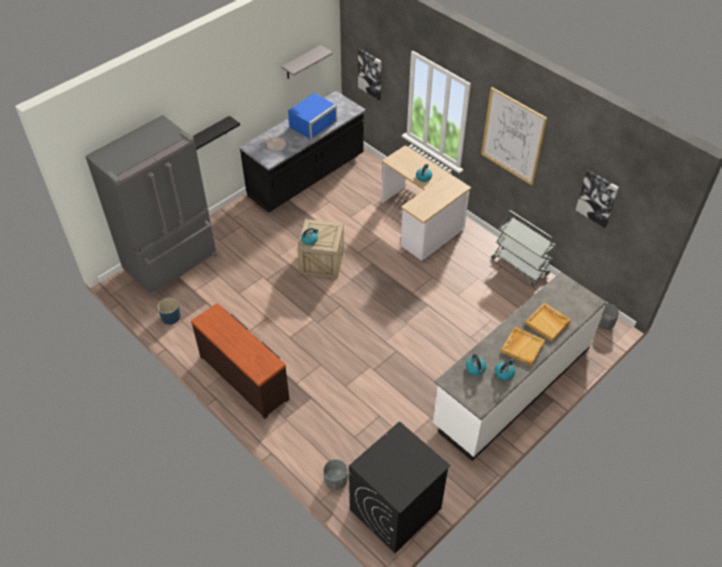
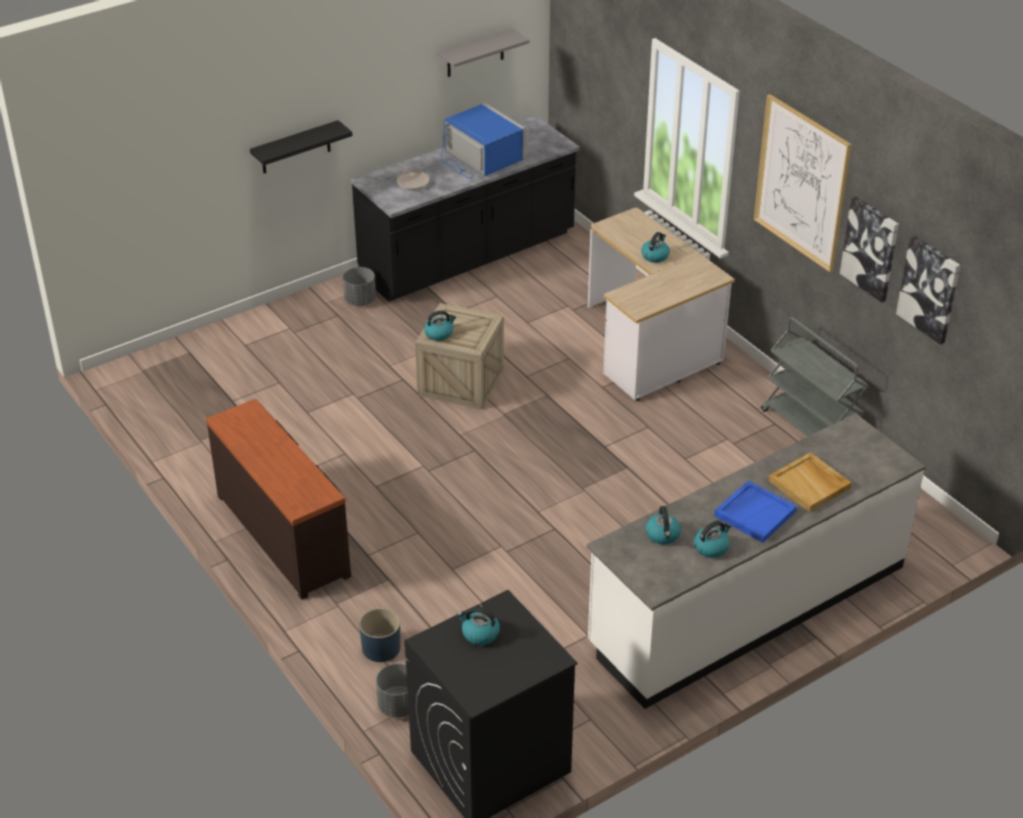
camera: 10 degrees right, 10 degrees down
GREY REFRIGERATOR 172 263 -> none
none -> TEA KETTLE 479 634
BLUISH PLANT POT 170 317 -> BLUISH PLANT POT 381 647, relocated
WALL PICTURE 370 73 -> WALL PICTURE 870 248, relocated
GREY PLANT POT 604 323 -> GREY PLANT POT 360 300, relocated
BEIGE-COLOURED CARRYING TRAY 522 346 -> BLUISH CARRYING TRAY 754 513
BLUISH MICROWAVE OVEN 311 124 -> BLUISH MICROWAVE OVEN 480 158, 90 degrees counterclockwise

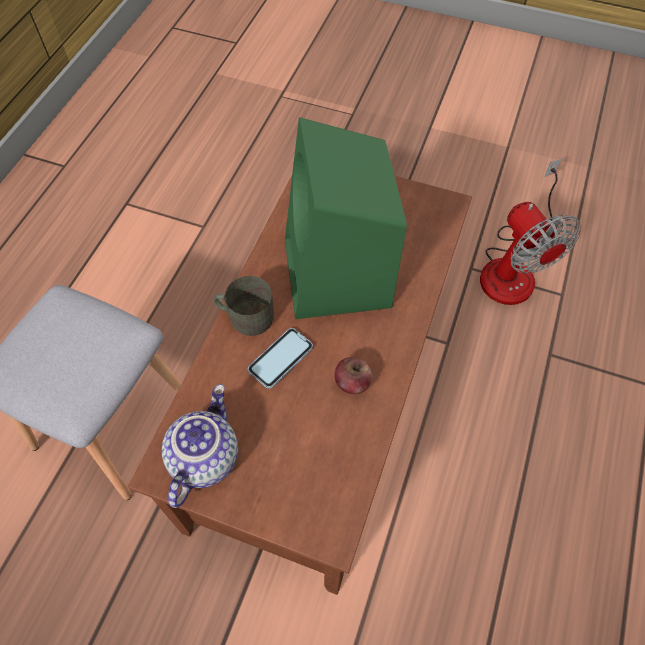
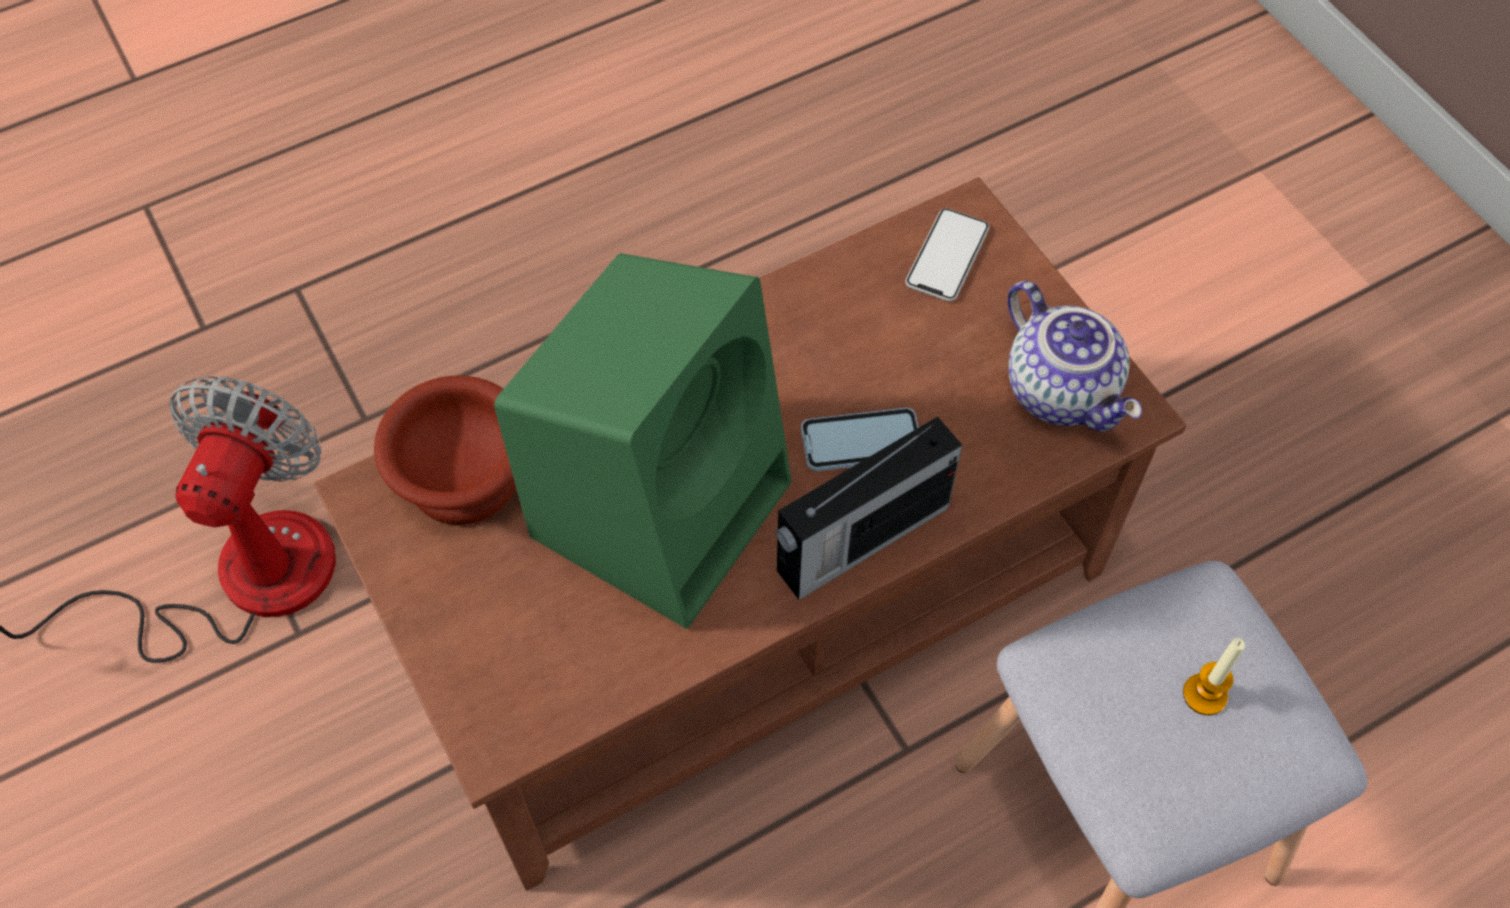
camera: 140 degrees left, 0 degrees up
APPLE 352 382 -> none
none -> BROWN-COLOURED SERVING BOWL 461 475
none -> TELEPHONE 947 256
none -> WAX LIGHT 1204 694
GREY COFFEE MUG 246 316 -> RADIO RECEIVER 859 540
TEA POT 203 457 -> TEA POT 1063 390, 90 degrees counterclockwise

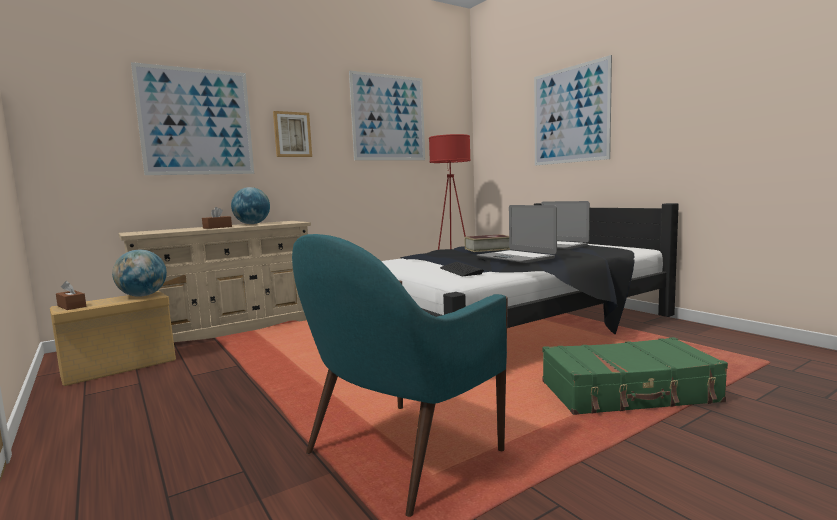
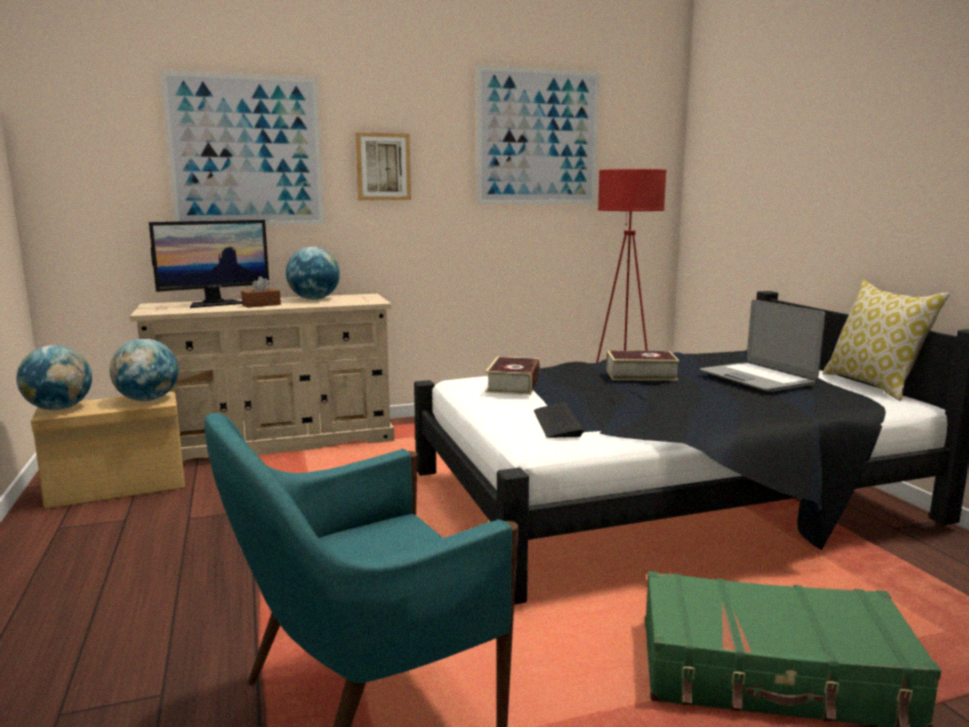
camera: 15 degrees right, 5 degrees up
PORTABLE COMPUTER 516 257 -> none
WALL PICTURE 570 115 -> none
none -> COMPUTER DISPLAY 215 304
none -> VOLUME 513 384
none -> THROW PILLOW 874 385
BROWN-COLOURED TISSUE HOLDER 71 306 -> GLOBE 59 409

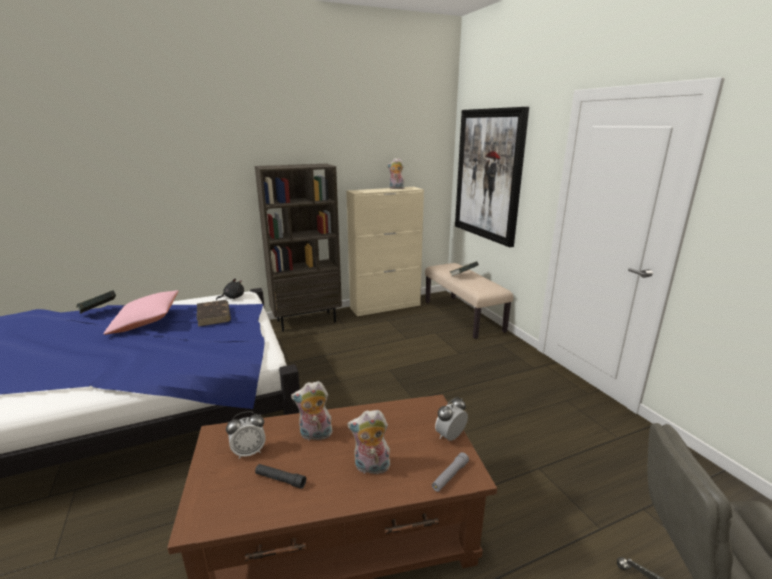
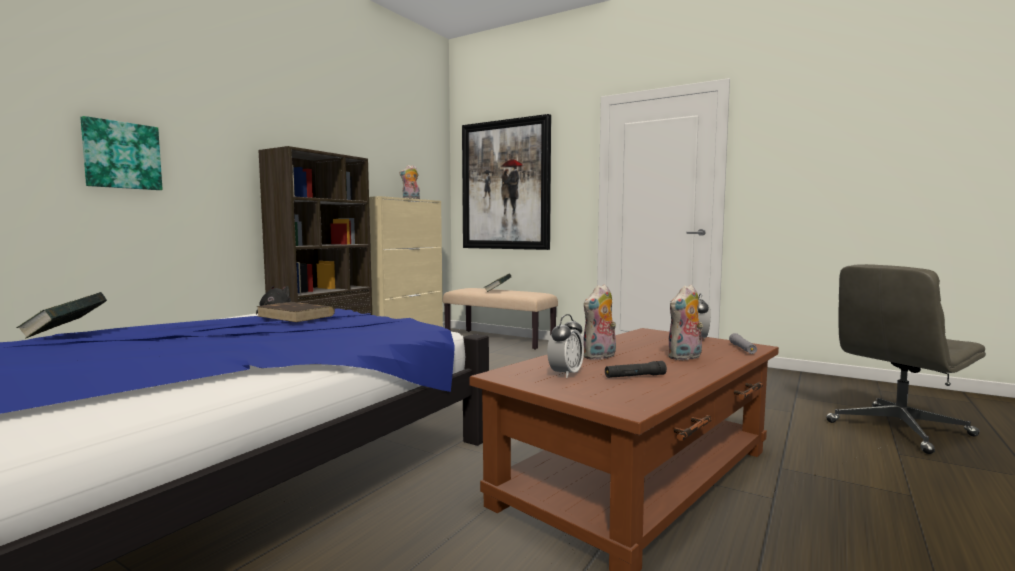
camera: 35 degrees left, 15 degrees down
PINK THROW PILLOW 146 322 -> none
none -> WALL PICTURE 122 155

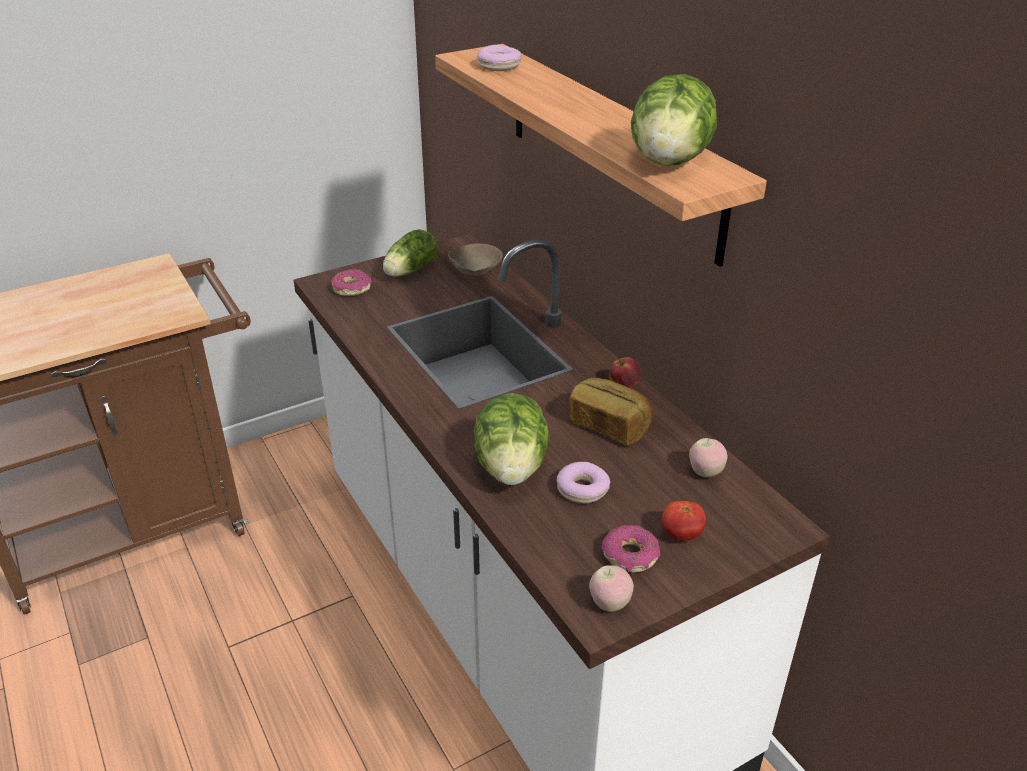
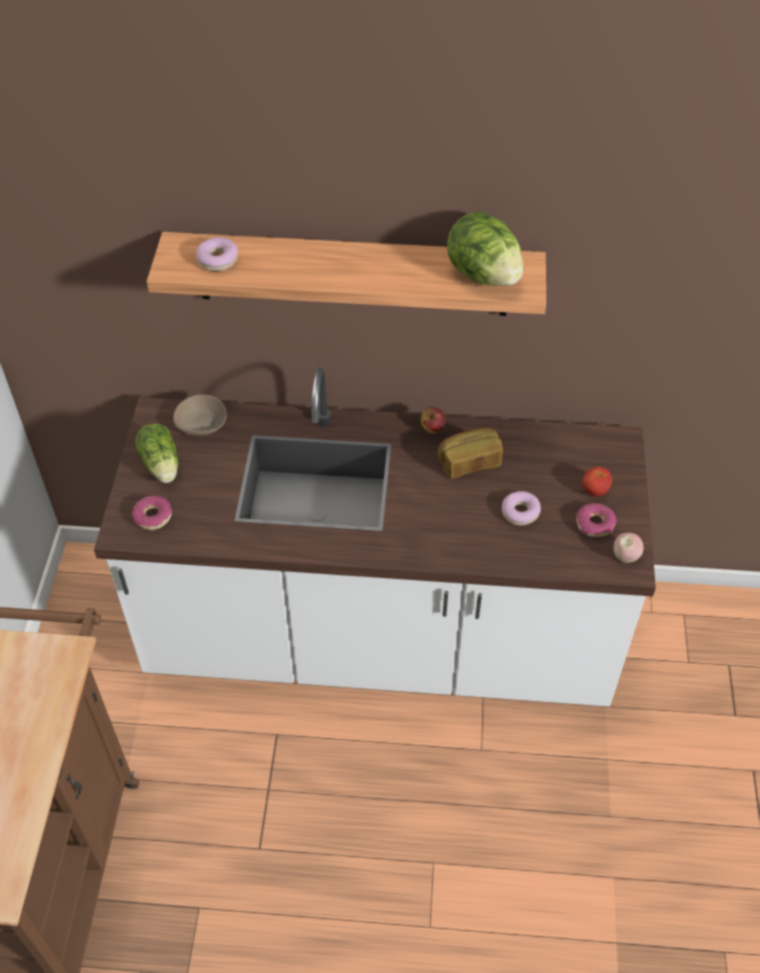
camera: 55 degrees left, 15 degrees up
HEAD OF LETTUCE 511 468 -> none
APPLE 705 472 -> none

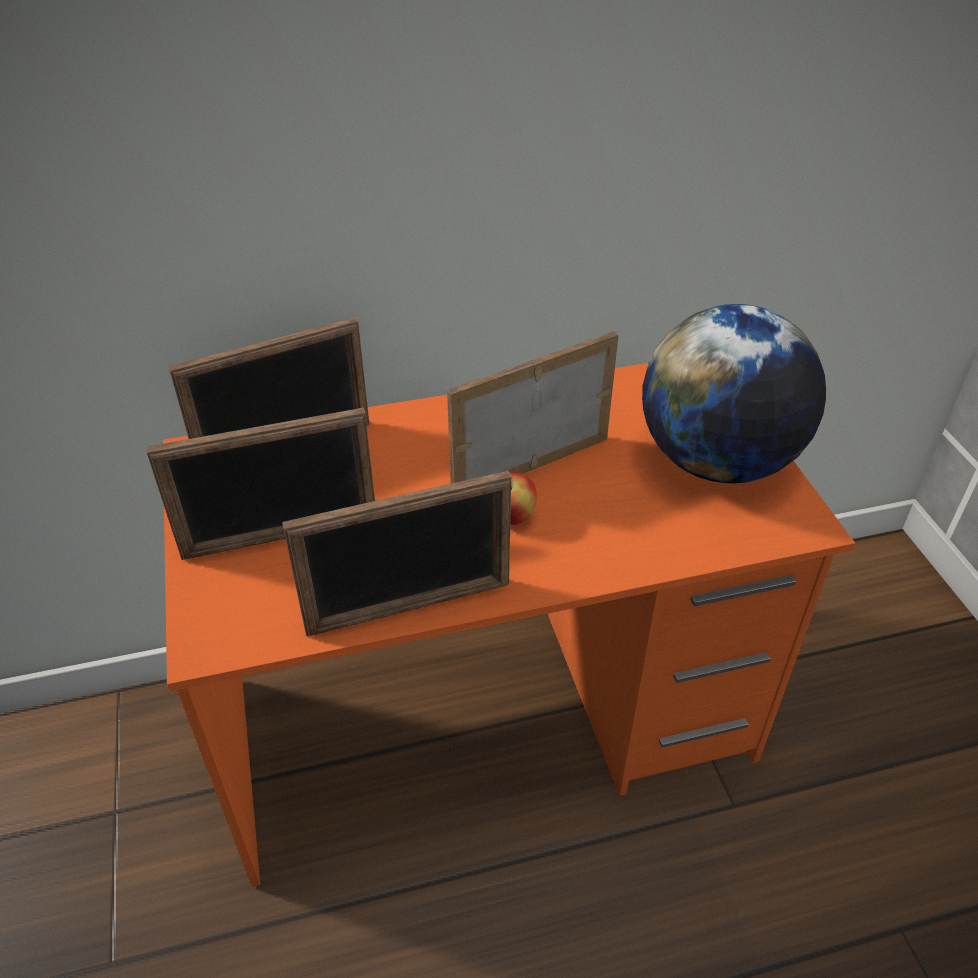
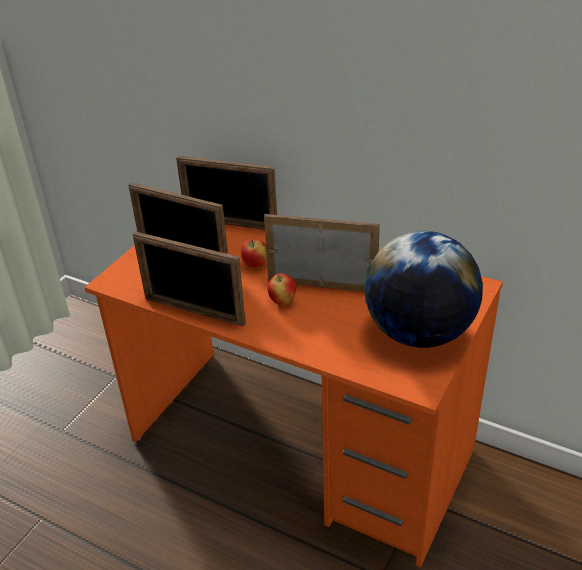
camera: 45 degrees right, 5 degrees down
none -> APPLE 255 265

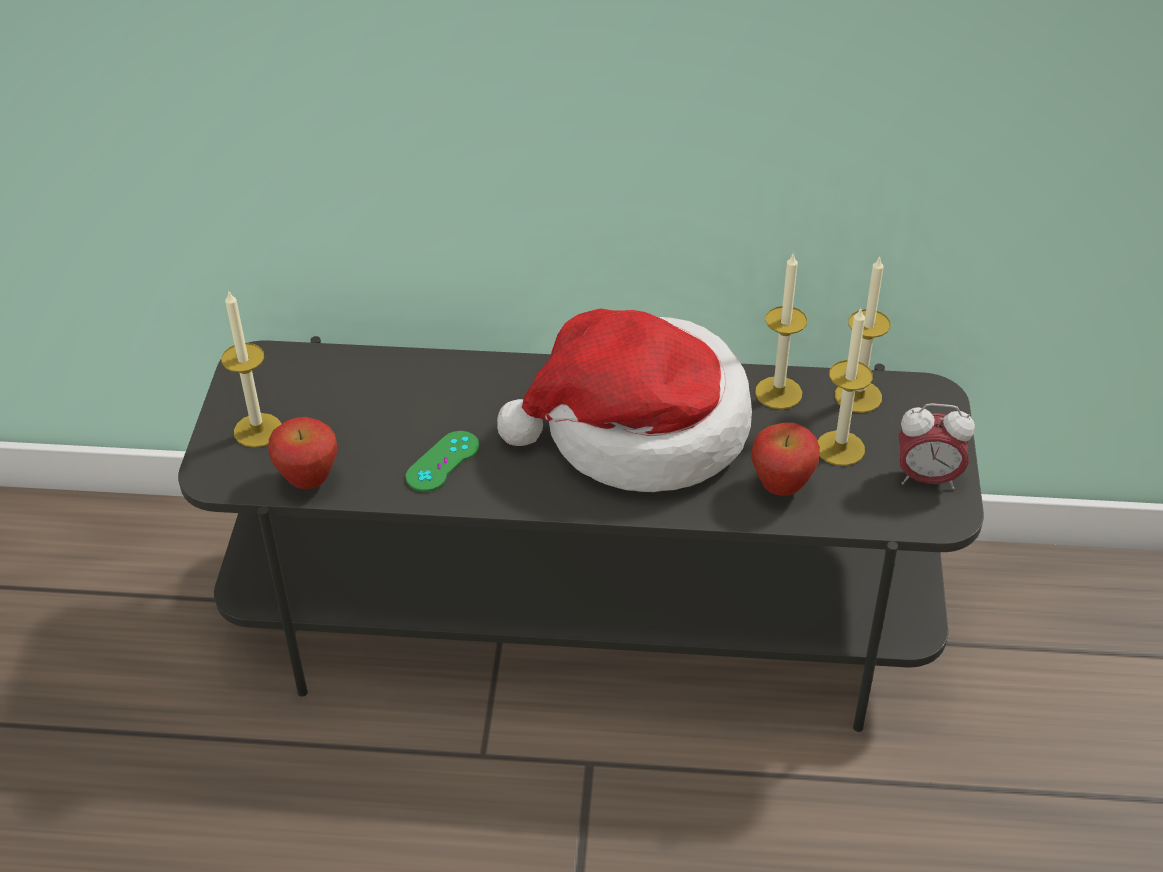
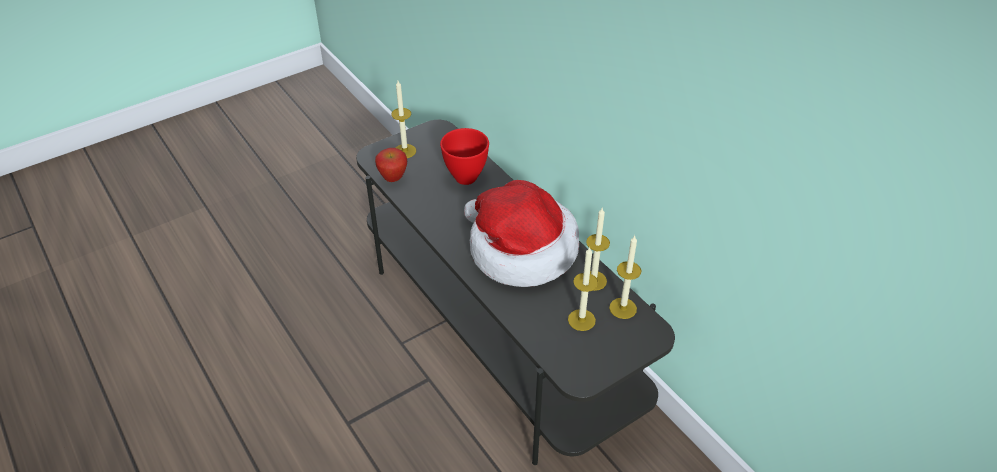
camera: 50 degrees right, 0 degrees up
GREEN-COLOURED JOYPAD 442 462 -> none
APPLE 781 487 -> none
TABLE CLOCK 927 478 -> none
none -> RED-COLOURED SERVING BOWL 464 178

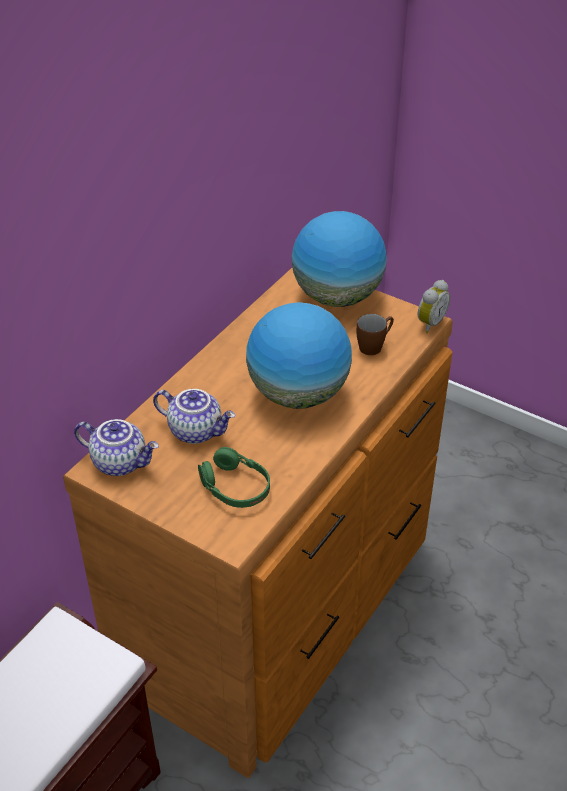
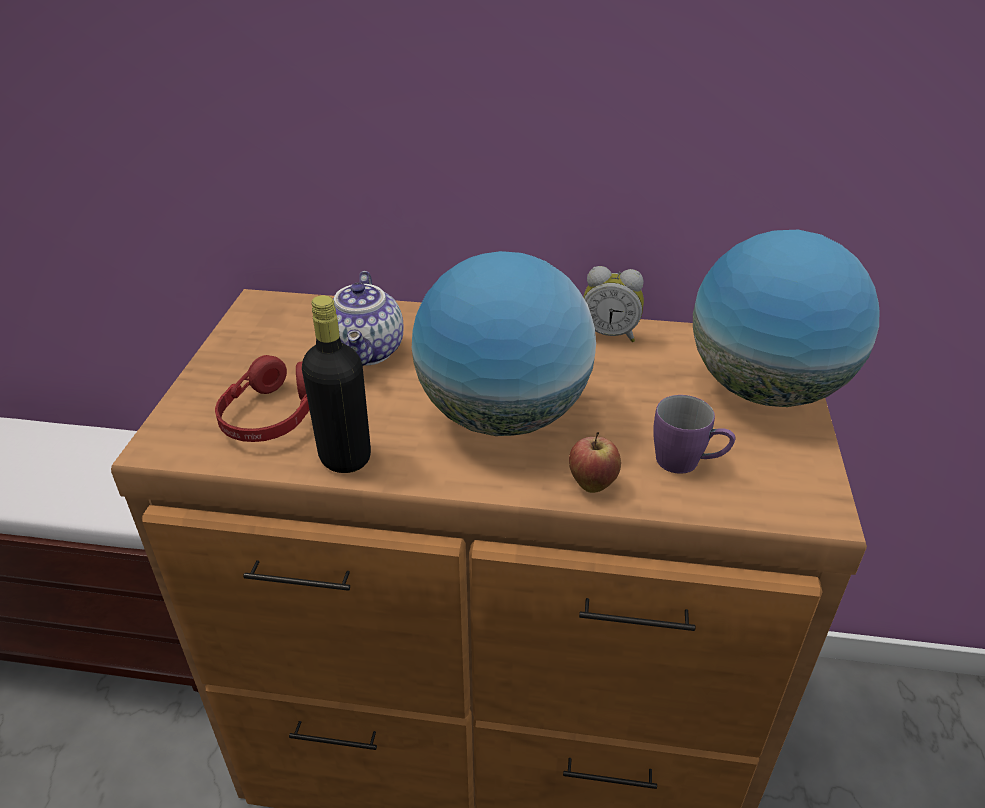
camera: 65 degrees right, 5 degrees down
TEA POT 121 462 -> none
none -> BLACK-COLOURED DRINK BOTTLE 345 457
none -> APPLE 592 484
TABLE CLOCK 429 323 -> TABLE CLOCK 609 334, relocated
GREEN-COLOURED HEADSET 235 487 -> RED-COLOURED HEADSET 271 415
BROWN-COLOURED COFFEE MUG 374 345 -> PURPLISH COFFEE MUG 687 463

